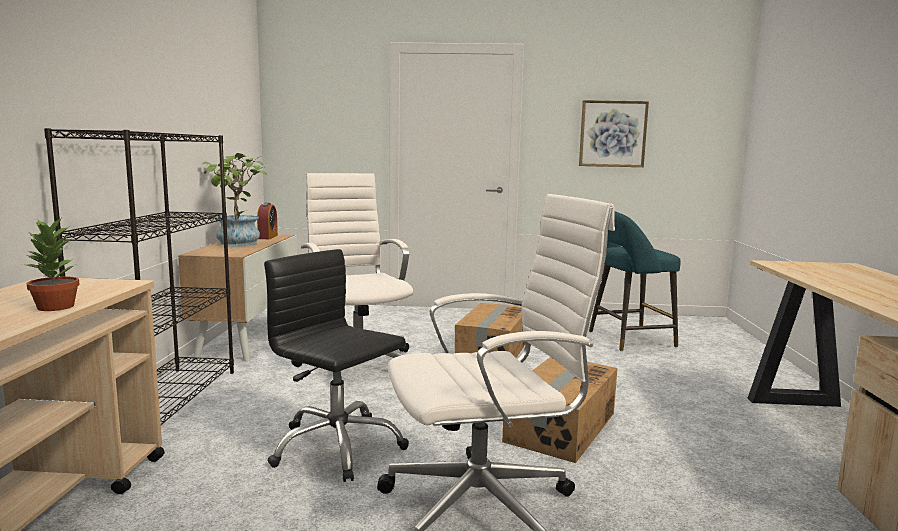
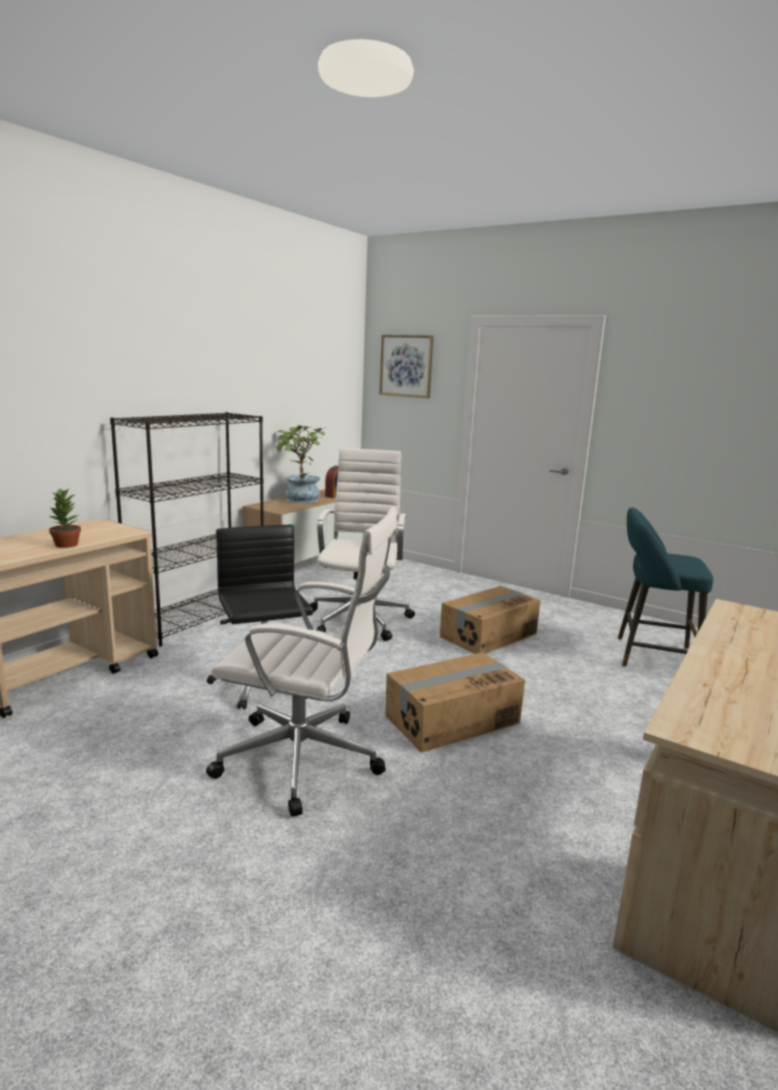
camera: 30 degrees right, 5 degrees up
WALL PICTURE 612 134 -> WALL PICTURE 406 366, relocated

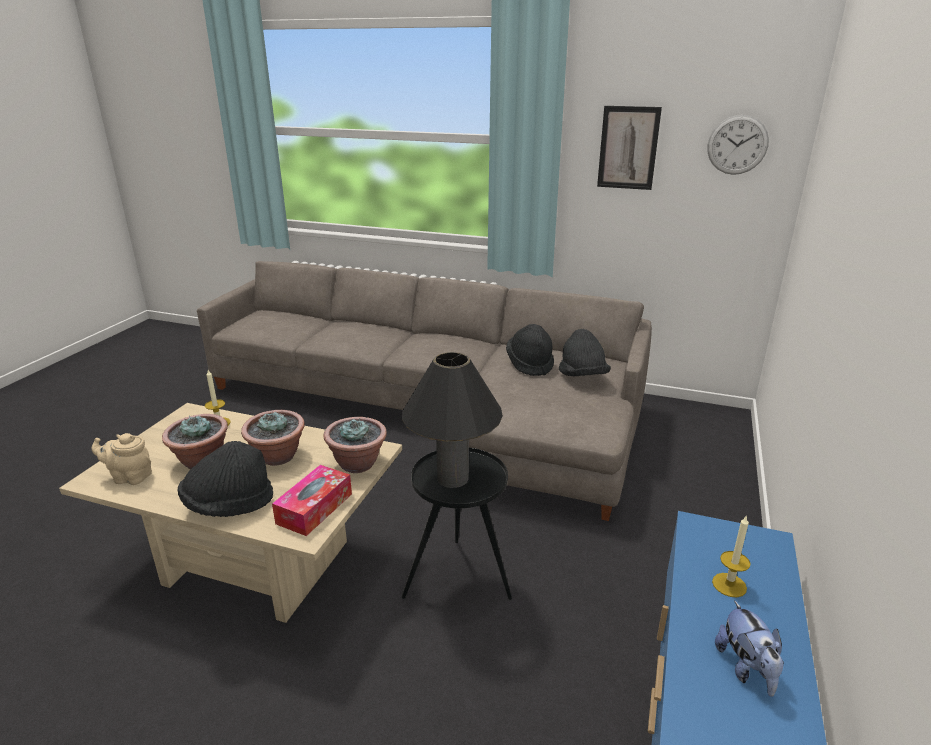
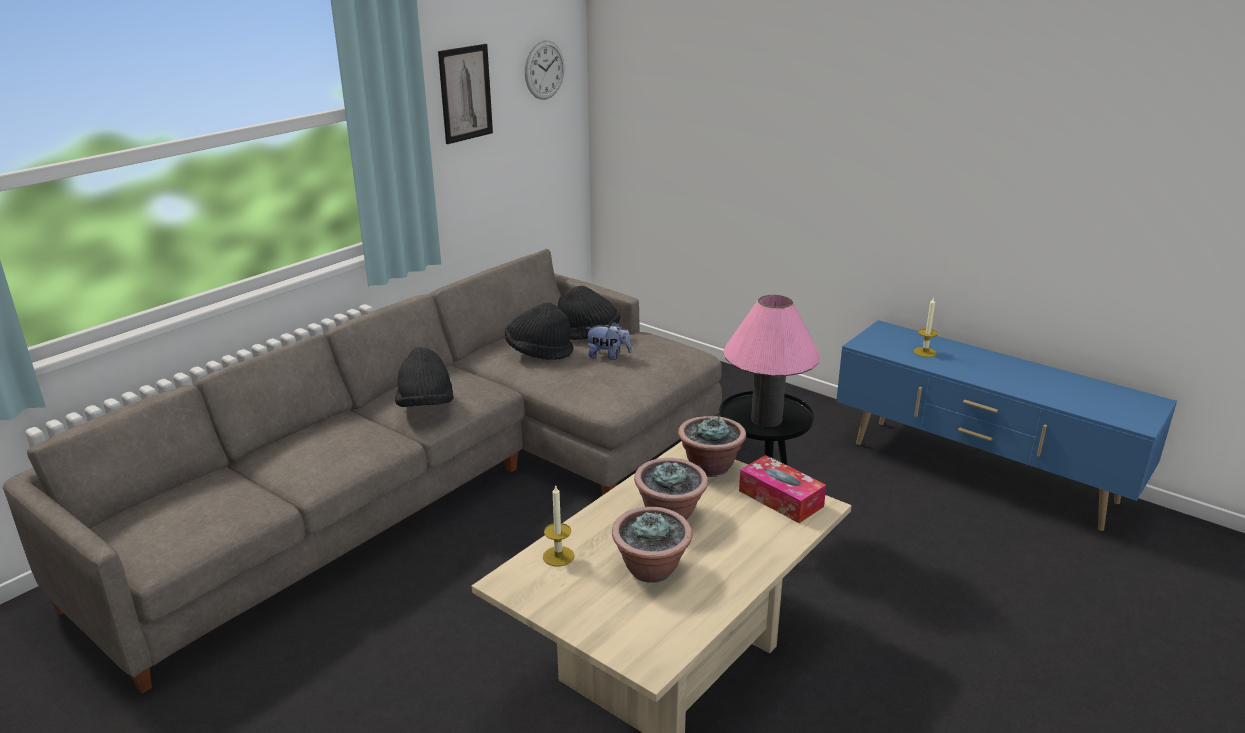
camera: 70 degrees left, 0 degrees up
BEIGE-COLOURED TEA POT 129 477 -> none
BLACK-COLOURED HAT 229 504 -> BLACK-COLOURED HAT 426 406, relocated
SOFT TOY 746 668 -> SOFT TOY 608 356, relocated
BLACK-COLOURED LAMP FOR A TABLE 452 478 -> PINK LAMP FOR A TABLE 766 419

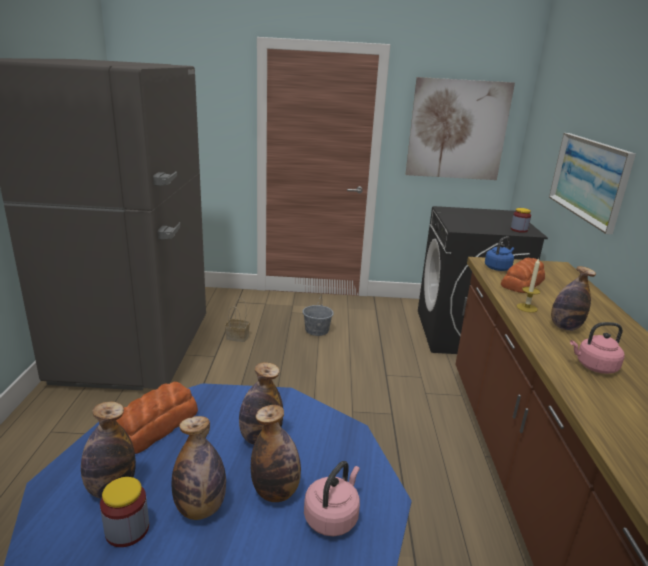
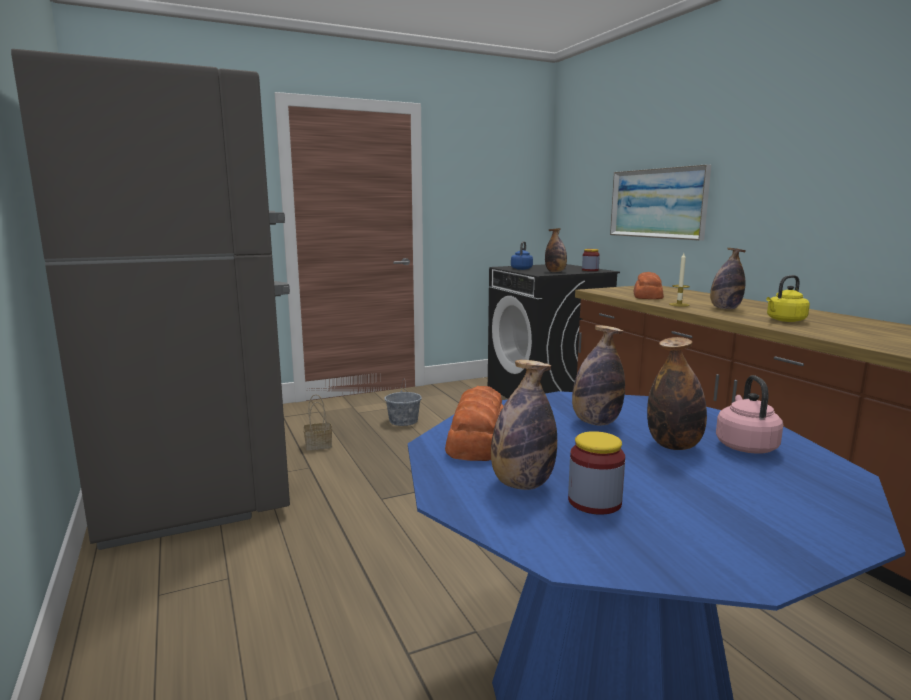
camera: 25 degrees left, 10 degrees down
WALL PICTURE 457 130 -> none
DRINK BOTTLE 200 508 -> DRINK BOTTLE 555 272, relocated
BLUISH TEA KETTLE 498 268 -> BLUISH TEA KETTLE 522 269, relocated
PINK TEA KETTLE 594 366 -> YELLOW TEA KETTLE 784 320

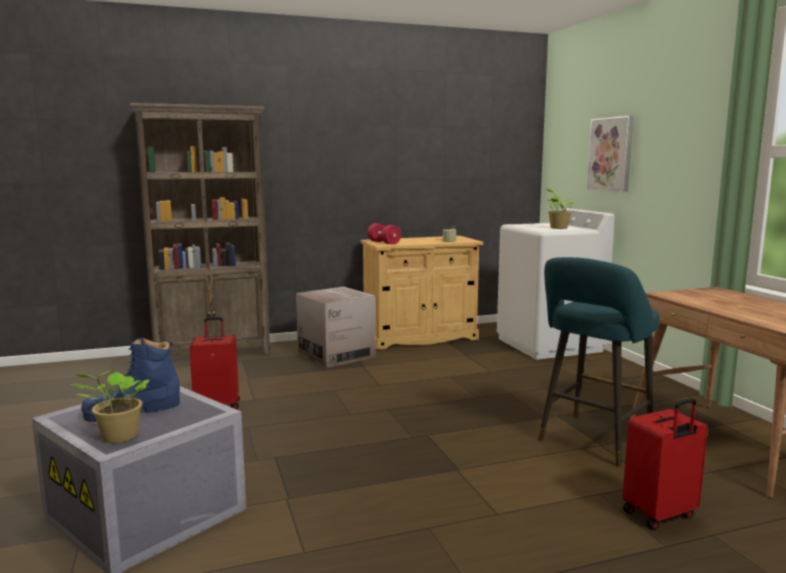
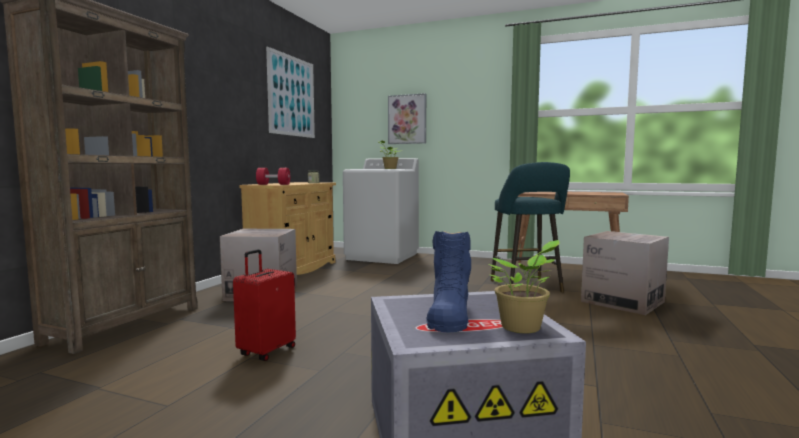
camera: 50 degrees left, 5 degrees down
none -> WALL PICTURE 292 96
RED-COLOURED PIECE OF LUGGAGE 660 515 -> CARTON 623 301

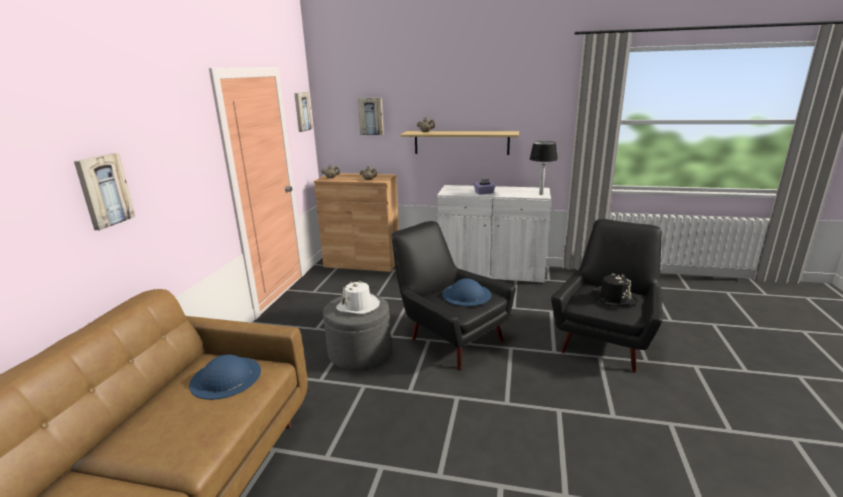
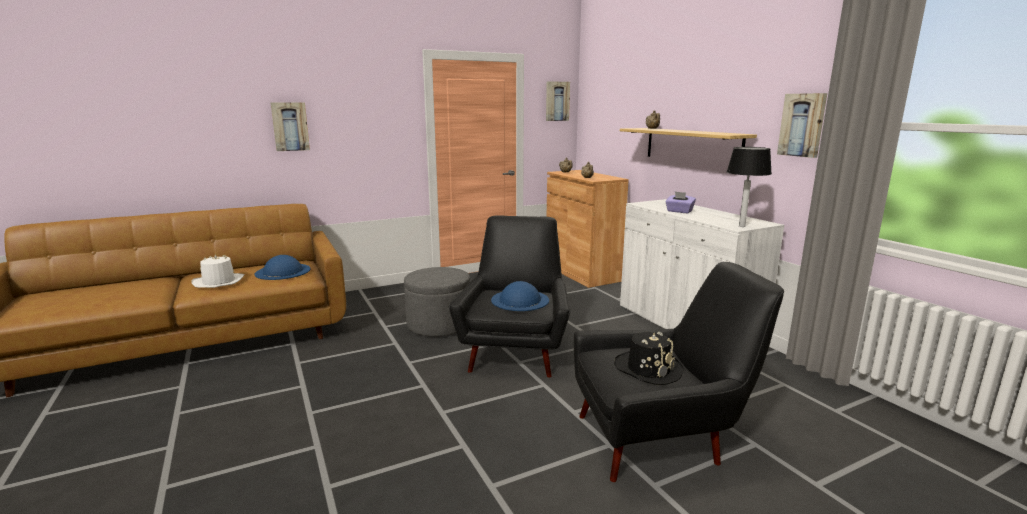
camera: 50 degrees right, 5 degrees down
WHITISH HAT 358 306 -> WHITISH HAT 218 282, relocated
WALL PICTURE 371 116 -> WALL PICTURE 802 125, relocated

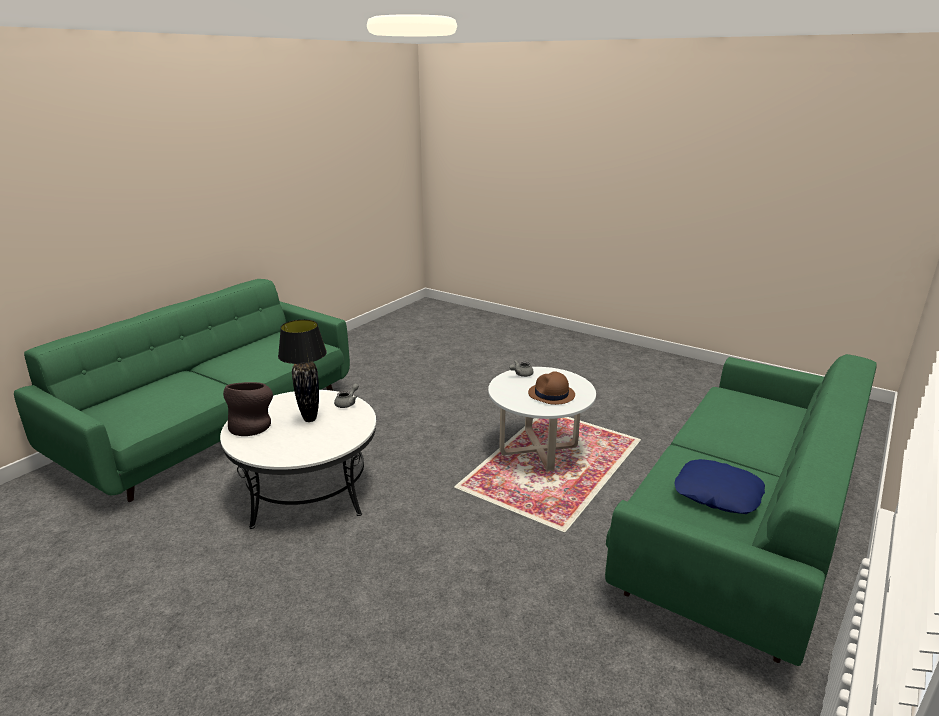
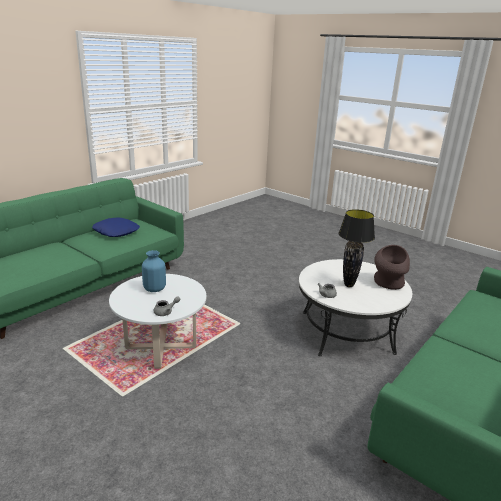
camera: 175 degrees left, 0 degrees up
BROWN-COLOURED HAT 551 395 -> BLUISH FLOWER VASE 154 289

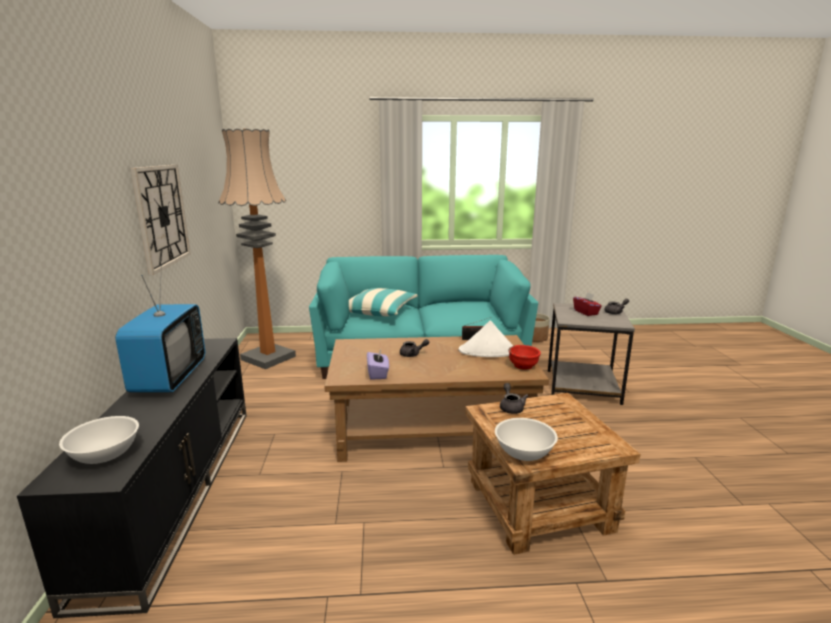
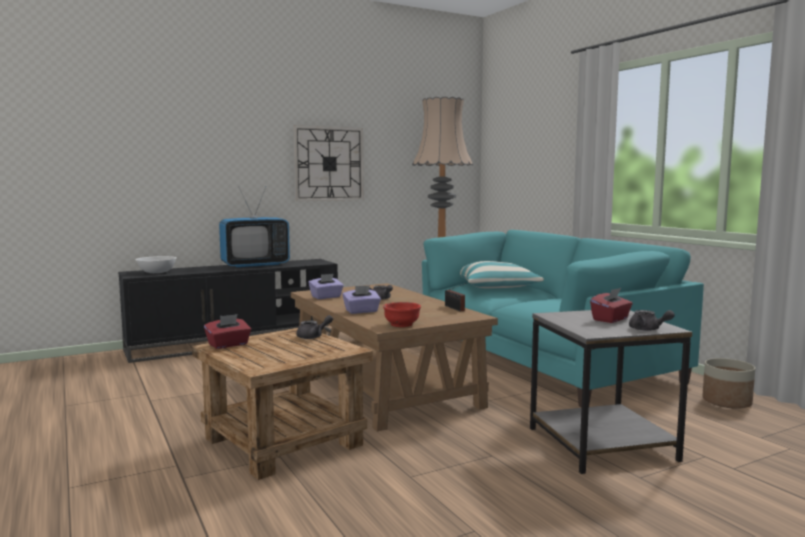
camera: 65 degrees right, 10 degrees down
WHITISH HAT 488 351 -> none
none -> PURPLISH TISSUE HOLDER 361 311
WHITISH SERVING BOWL 523 452 -> RED-COLOURED TISSUE HOLDER 228 345

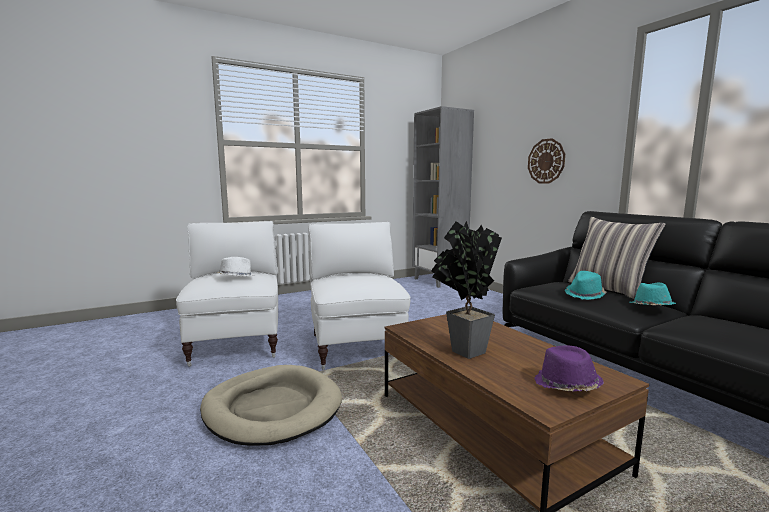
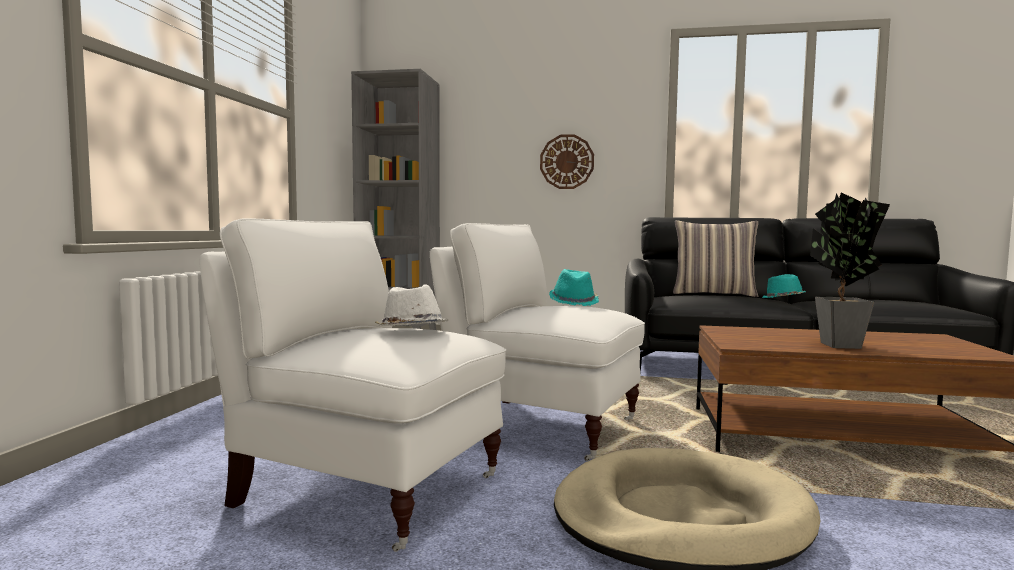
camera: 50 degrees left, 5 degrees down
PURPLISH HAT 566 386 -> none
BLUE-GREEN HAT 585 295 -> BLUE-GREEN HAT 574 302, relocated

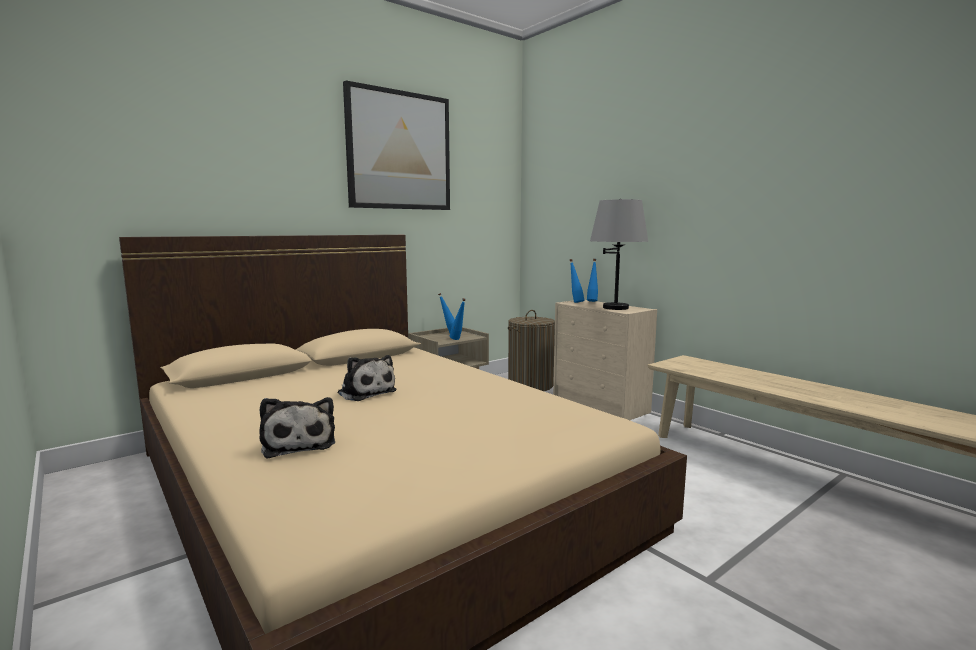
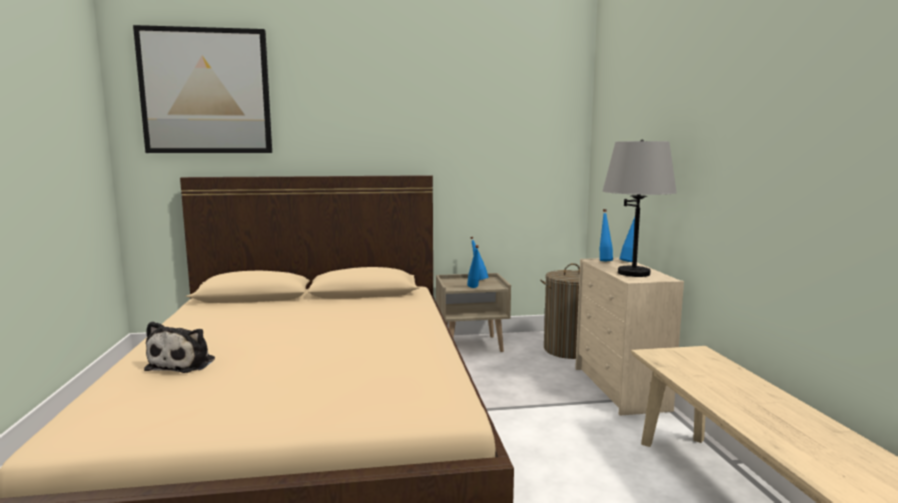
camera: 30 degrees right, 0 degrees up
SOFT TOY 365 392 -> none
WALL PICTURE 399 151 -> WALL PICTURE 206 91, relocated

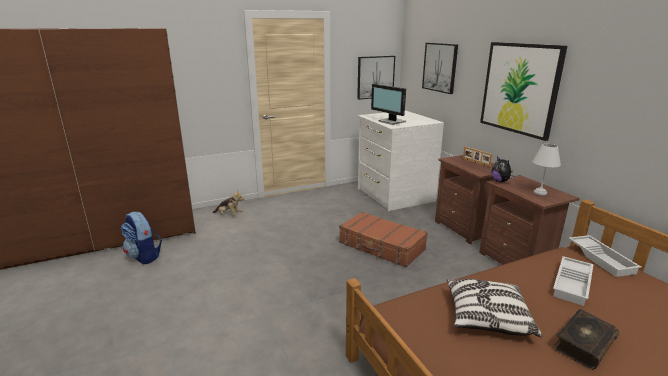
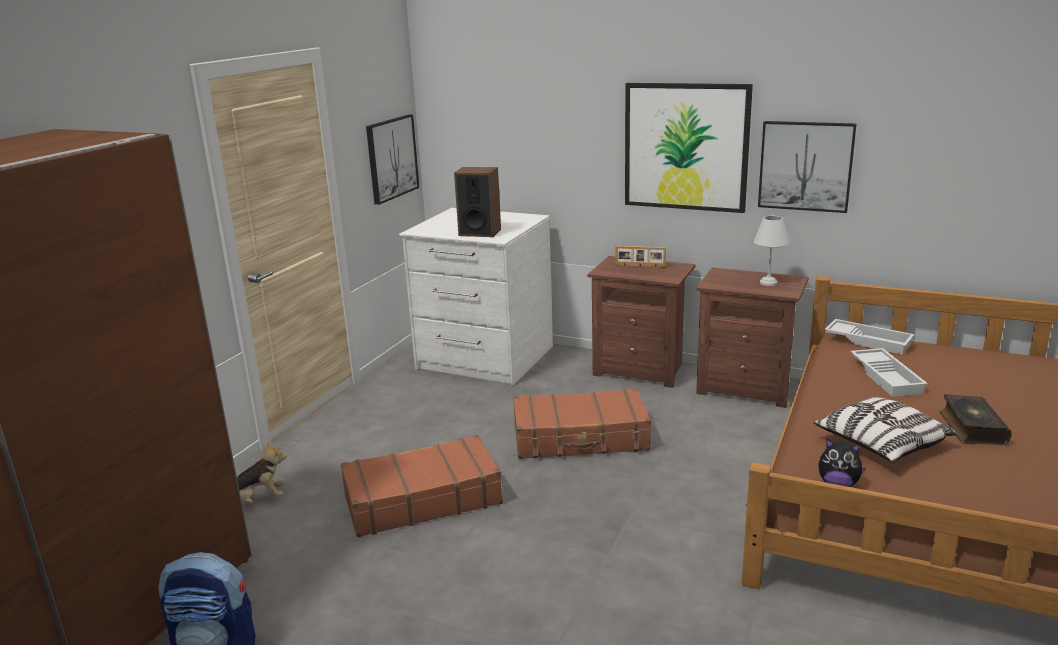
camera: 40 degrees left, 0 degrees up
none -> BROWN-COLOURED PIECE OF LUGGAGE 422 499
WALL PICTURE 440 67 -> WALL PICTURE 805 166, relocated
SOFT TOY 500 181 -> SOFT TOY 838 484, relocated
COMPUTER DISPLAY 391 122 -> AUDIO SPEAKER 480 232

